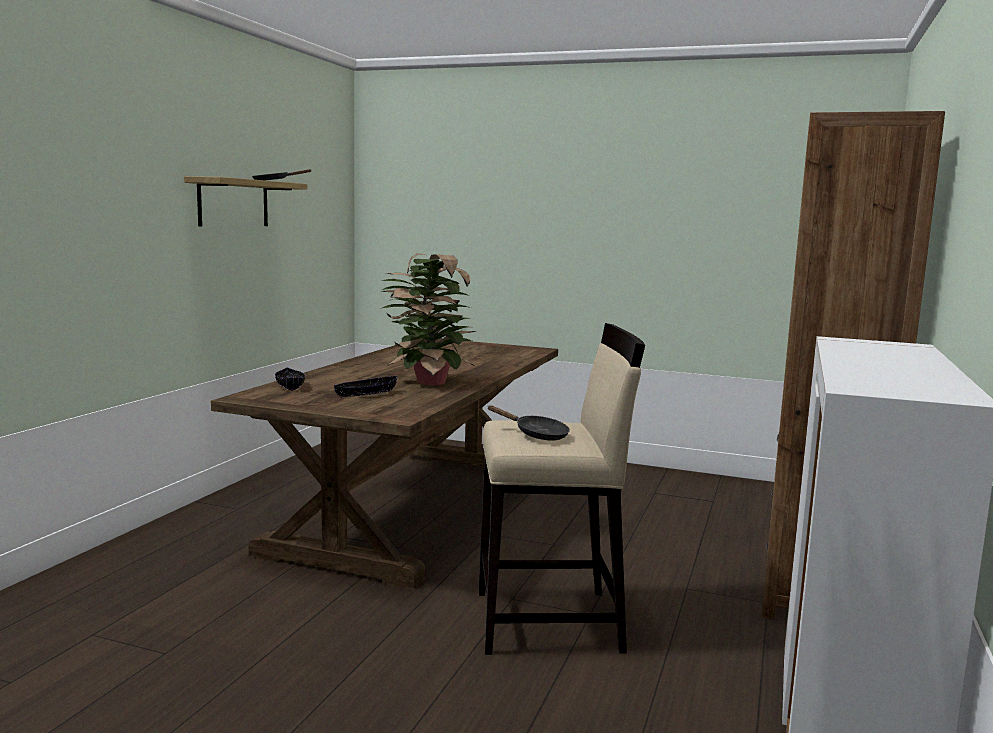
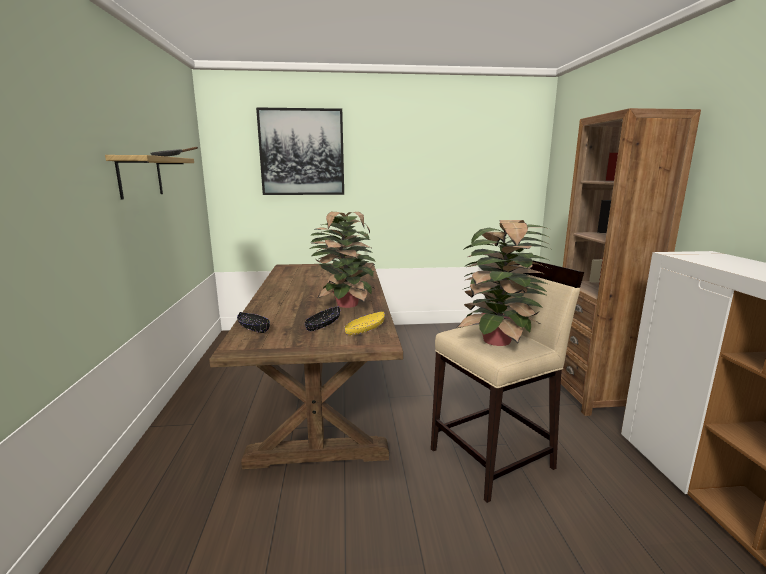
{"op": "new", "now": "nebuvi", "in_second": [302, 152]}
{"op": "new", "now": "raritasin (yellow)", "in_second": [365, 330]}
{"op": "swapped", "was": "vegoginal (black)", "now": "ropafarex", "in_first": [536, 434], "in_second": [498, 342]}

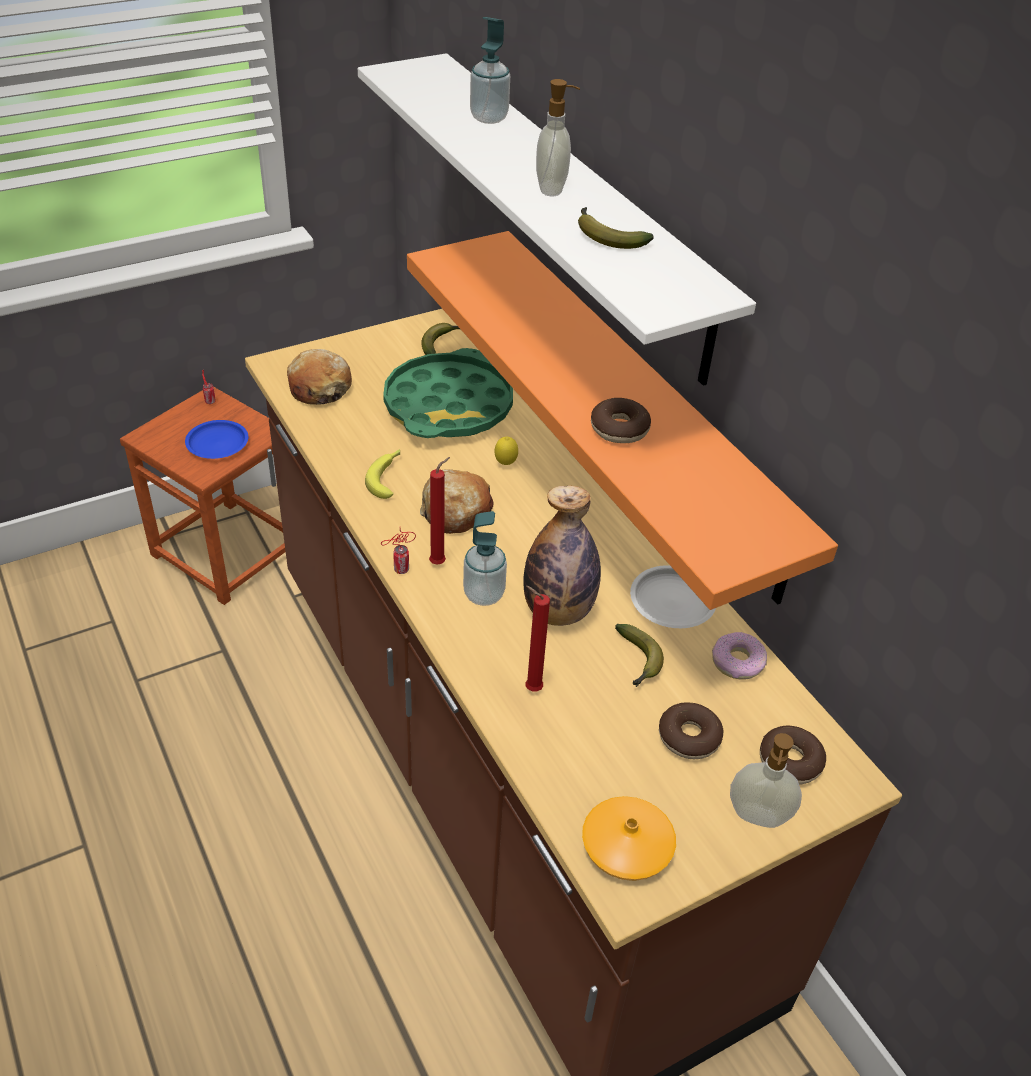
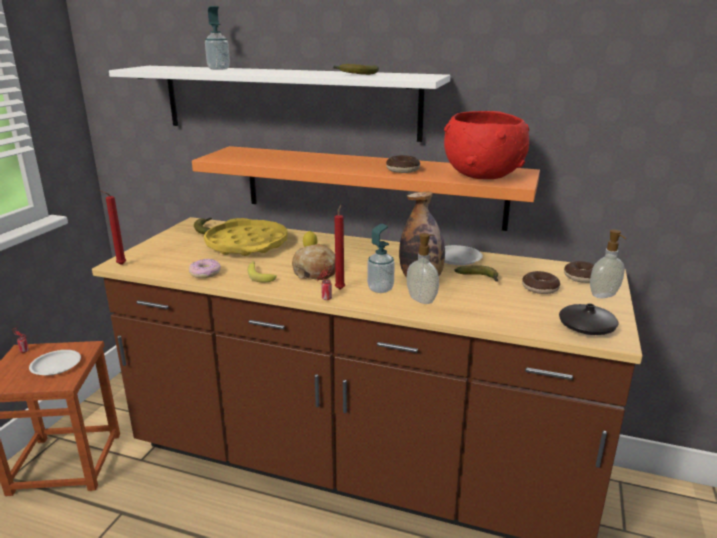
{"op": "gone", "was": "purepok", "in_first": [319, 388]}
{"op": "new", "now": "raritasin (red)", "in_second": [483, 175]}
{"op": "shifted", "was": "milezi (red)", "in_first": [530, 688], "in_second": [120, 265]}
{"op": "shifted", "was": "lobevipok", "in_first": [552, 189], "in_second": [422, 299]}
{"op": "shifted", "was": "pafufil", "in_first": [738, 662], "in_second": [205, 273]}
{"op": "repainted", "was": "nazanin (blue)", "now": "nazanin (white)", "in_first": [218, 443], "in_second": [56, 365]}
{"op": "repainted", "was": "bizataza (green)", "now": "bizataza (yellow)", "in_first": [448, 406], "in_second": [247, 244]}
{"op": "repainted", "was": "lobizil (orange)", "now": "lobizil (black)", "in_first": [627, 846], "in_second": [586, 327]}

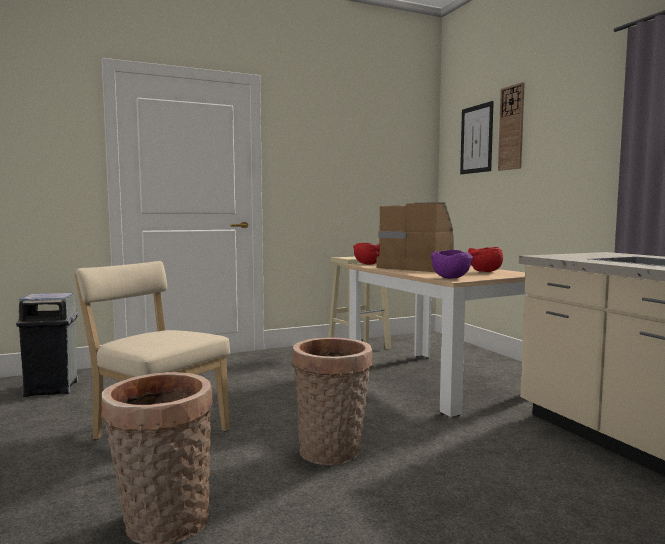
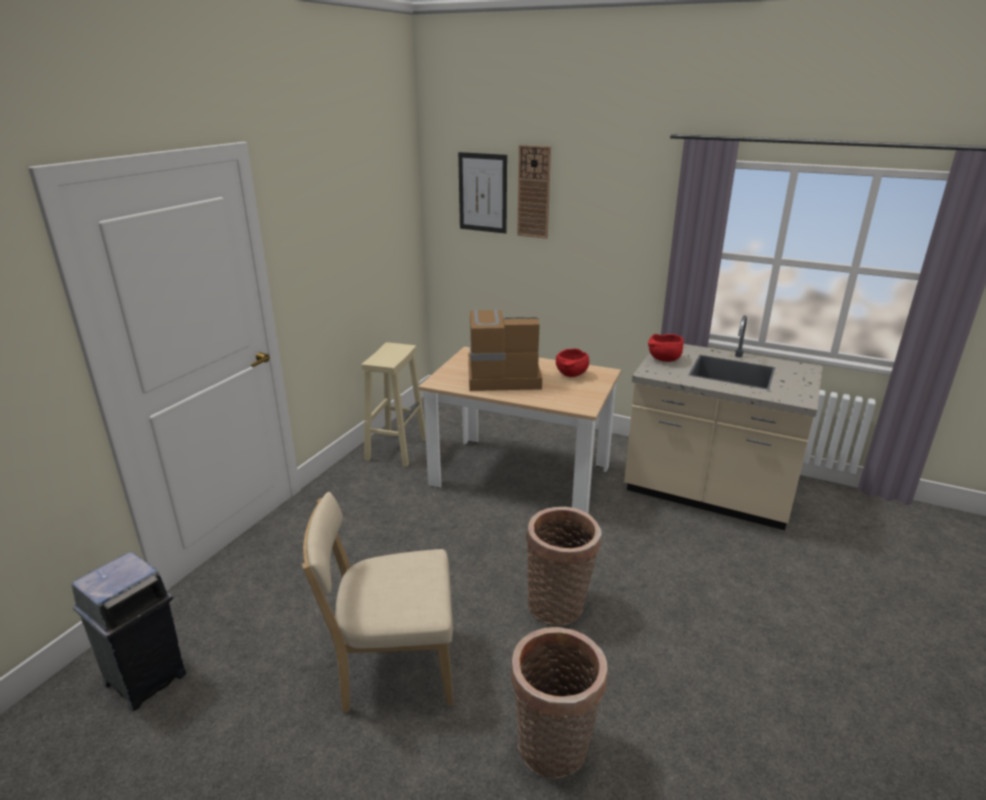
{"op": "gone", "was": "raritasin (purple)", "in_first": [451, 278]}
{"op": "shifted", "was": "raritasin (red)", "in_first": [367, 264], "in_second": [664, 360]}

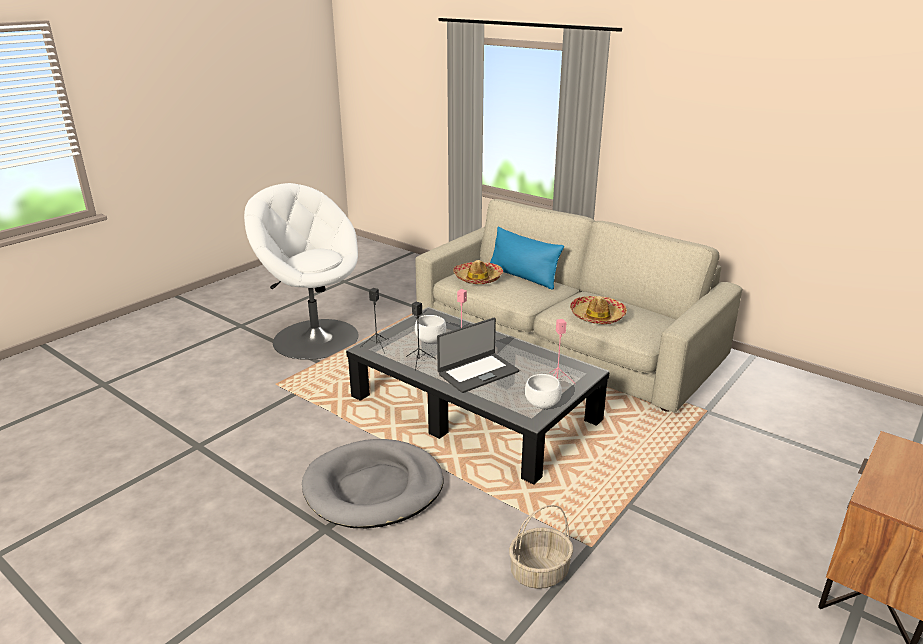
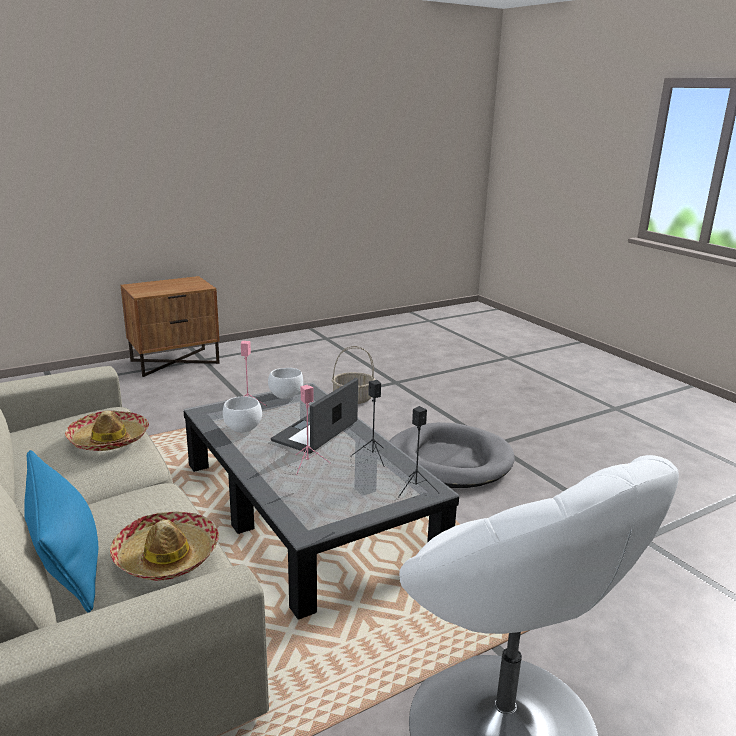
{"op": "shifted", "was": "raritasin (white)", "in_first": [431, 340], "in_second": [242, 429]}
{"op": "rotated", "was": "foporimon", "in_first": [477, 372], "in_second": [316, 432], "clockwise": -45}

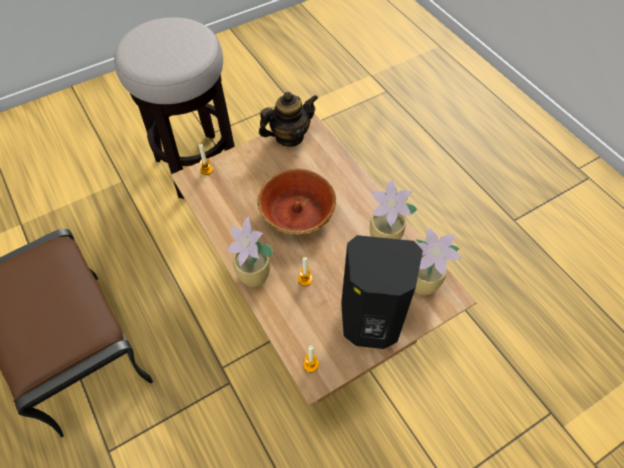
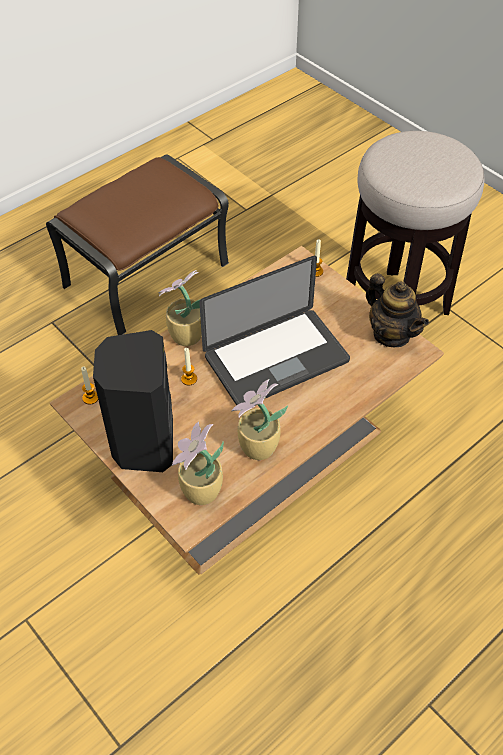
{"op": "swapped", "was": "raritasin", "now": "foporimon", "in_first": [297, 213], "in_second": [276, 359]}

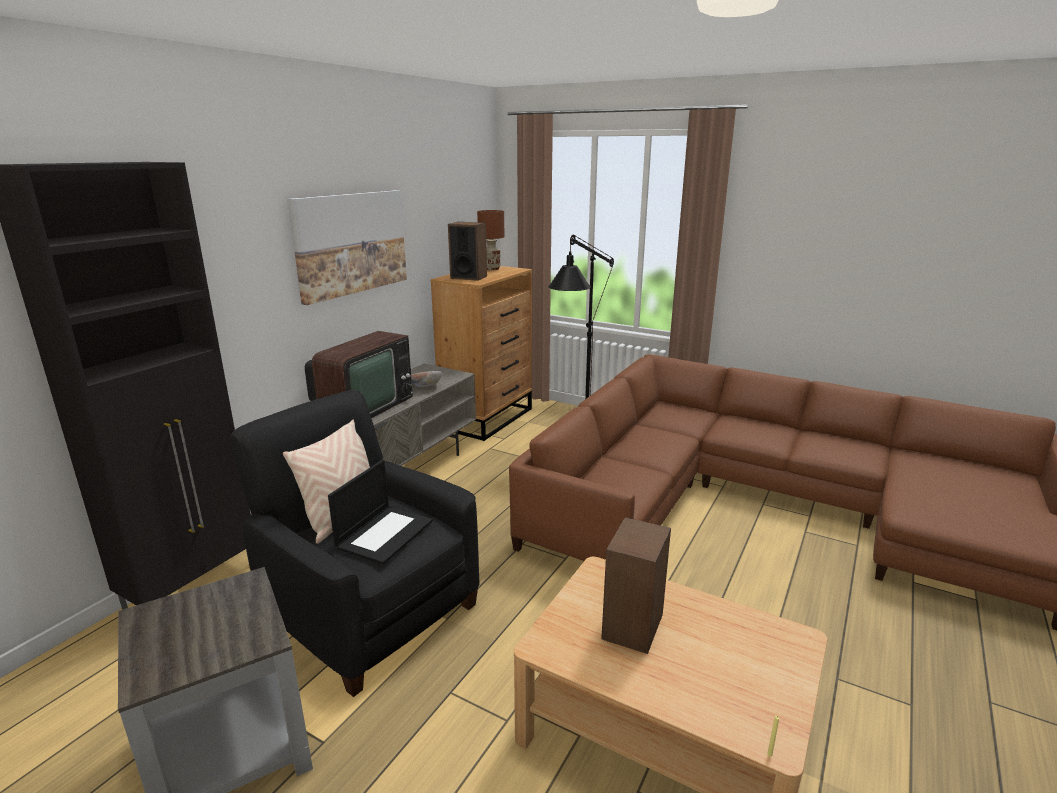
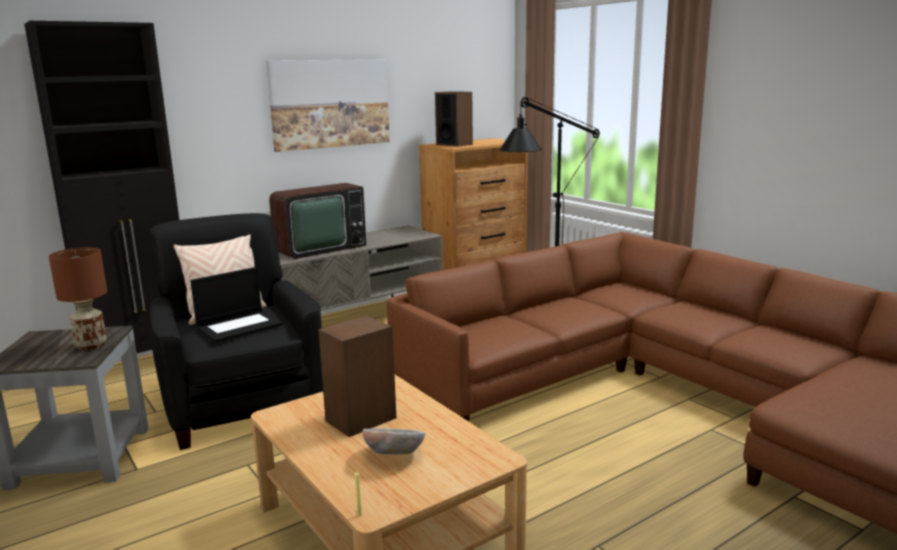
{"op": "shifted", "was": "raritasin", "in_first": [425, 387], "in_second": [393, 455]}
{"op": "shifted", "was": "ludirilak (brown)", "in_first": [492, 269], "in_second": [92, 345]}

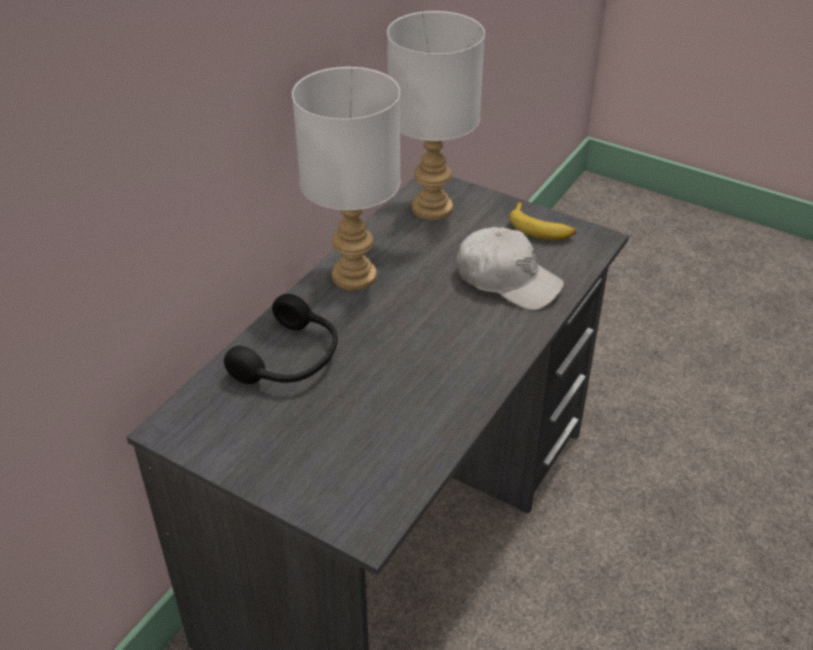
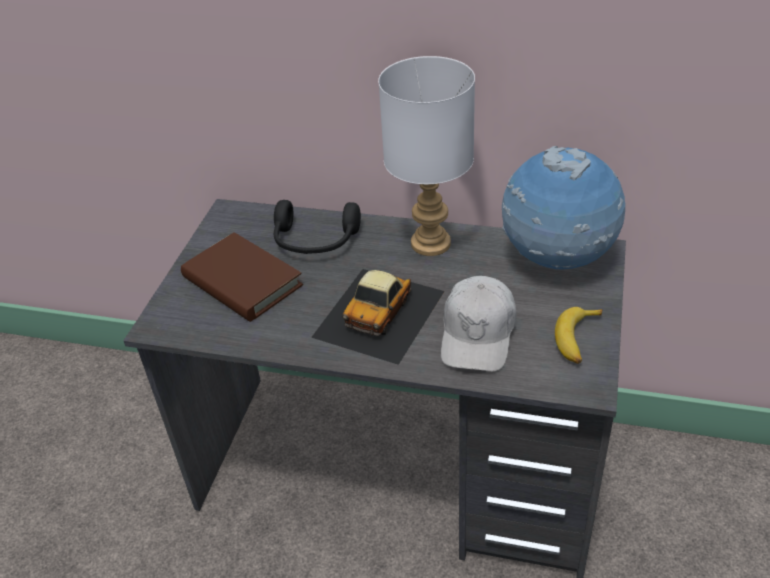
{"op": "new", "now": "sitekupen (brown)", "in_second": [242, 282]}
{"op": "new", "now": "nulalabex", "in_second": [380, 313]}
{"op": "swapped", "was": "ludirilak (white)", "now": "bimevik", "in_first": [431, 209], "in_second": [557, 261]}

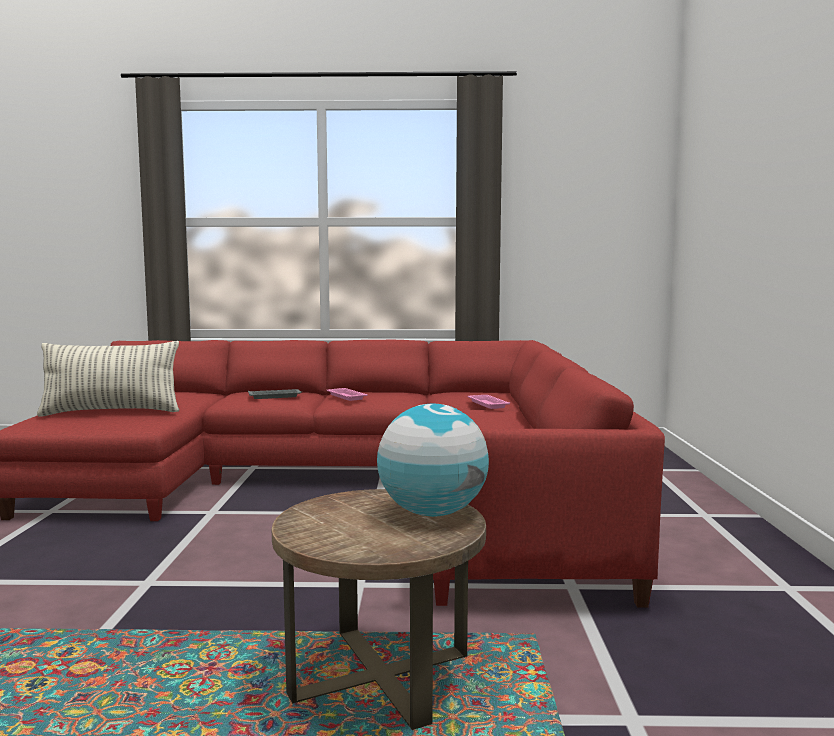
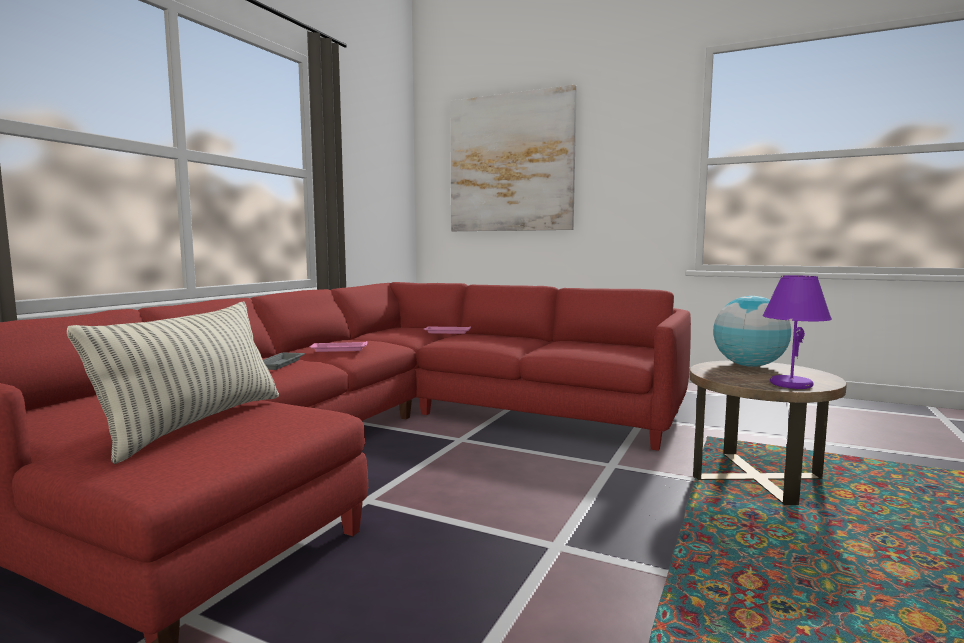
{"op": "new", "now": "nebuvi", "in_second": [510, 163]}
{"op": "new", "now": "ludirilak (purple)", "in_second": [790, 384]}

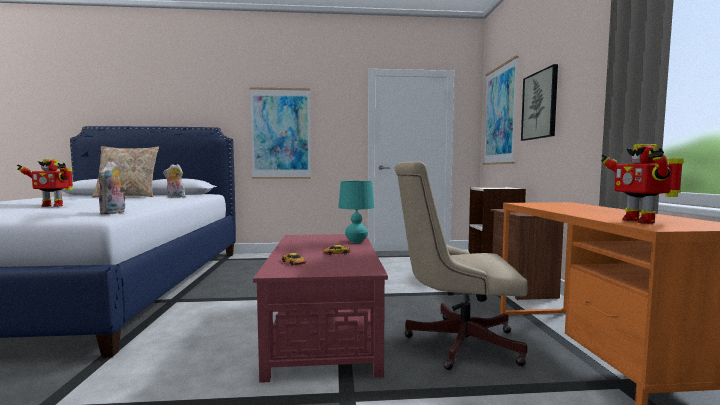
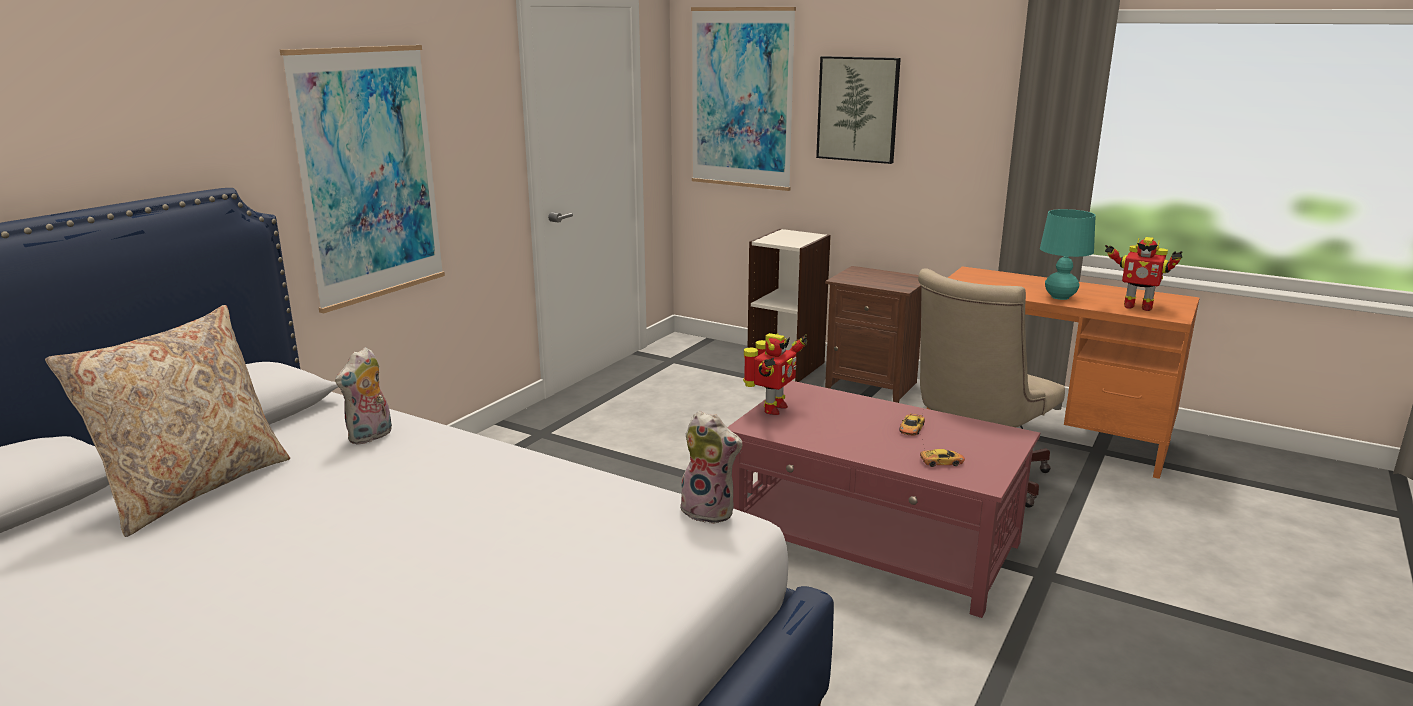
{"op": "shifted", "was": "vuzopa", "in_first": [52, 206], "in_second": [772, 409]}
{"op": "shifted", "was": "ludirilak (turquoise)", "in_first": [356, 241], "in_second": [1060, 297]}

